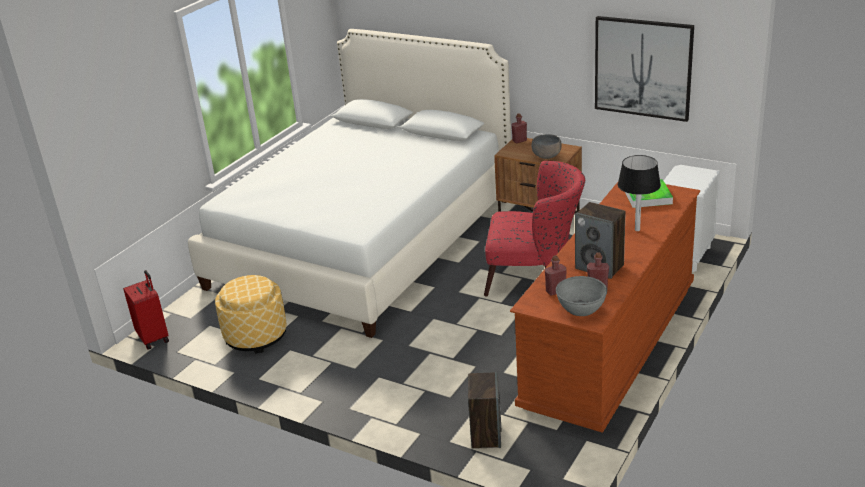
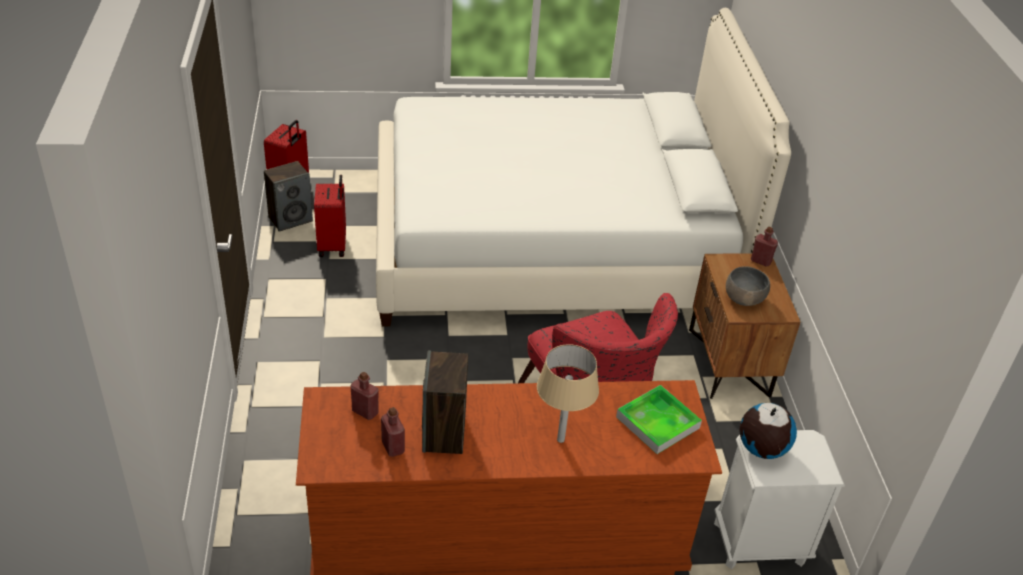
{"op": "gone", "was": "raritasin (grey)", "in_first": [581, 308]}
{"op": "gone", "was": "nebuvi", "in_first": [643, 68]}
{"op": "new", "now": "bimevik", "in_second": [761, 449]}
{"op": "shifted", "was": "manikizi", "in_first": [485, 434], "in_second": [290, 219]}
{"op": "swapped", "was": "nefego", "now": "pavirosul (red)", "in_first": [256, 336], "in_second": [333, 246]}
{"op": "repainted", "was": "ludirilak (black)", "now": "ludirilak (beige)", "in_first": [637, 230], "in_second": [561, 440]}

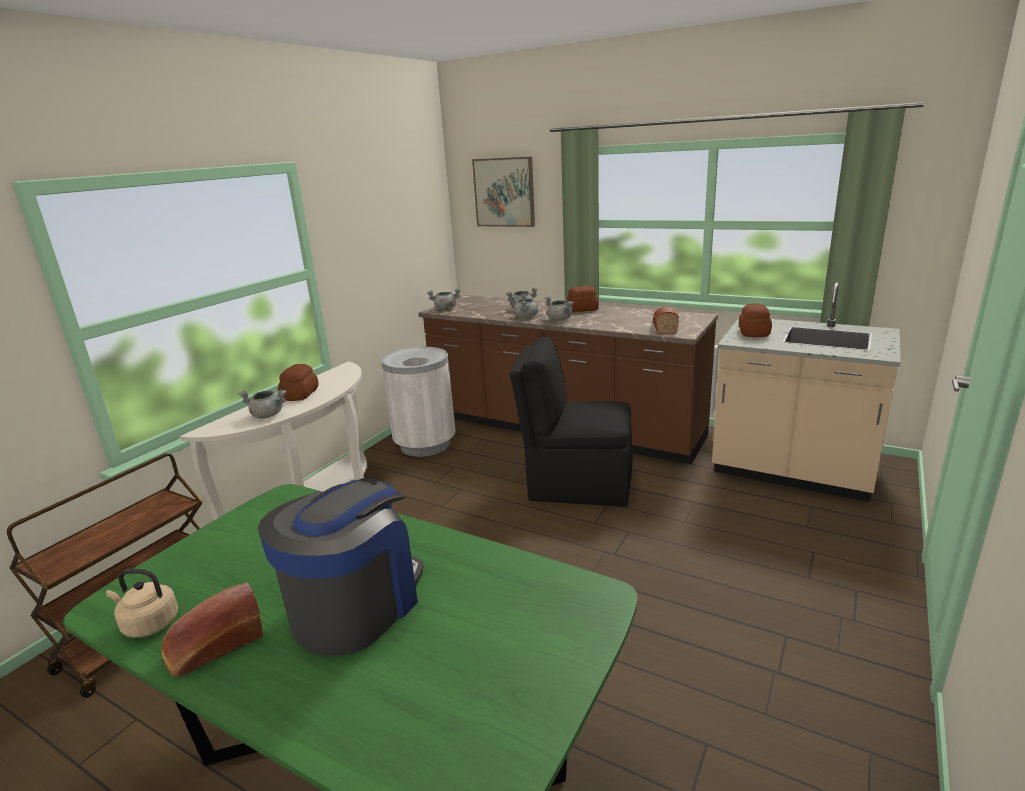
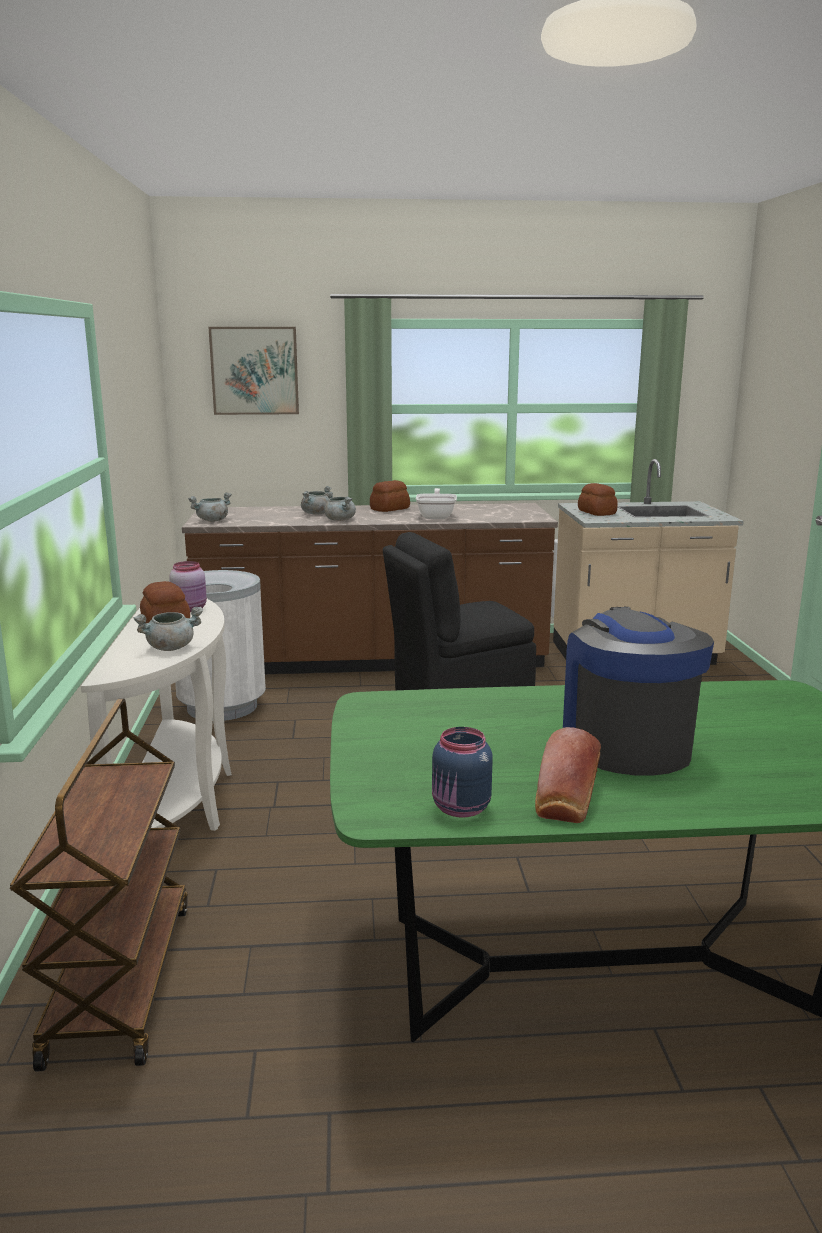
{"op": "gone", "was": "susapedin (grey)", "in_first": [560, 319]}
{"op": "gone", "was": "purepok", "in_first": [664, 328]}
{"op": "new", "now": "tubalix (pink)", "in_second": [190, 609]}
{"op": "new", "now": "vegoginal", "in_second": [436, 516]}
{"op": "swapped", "was": "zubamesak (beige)", "now": "tubalix (blue)", "in_first": [148, 624], "in_second": [460, 809]}

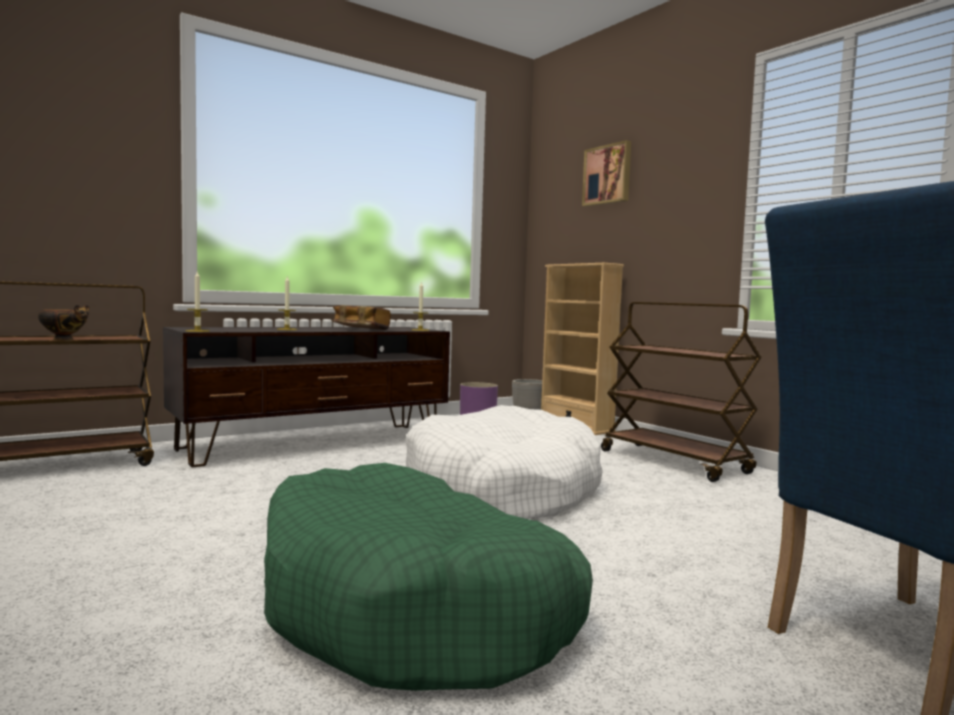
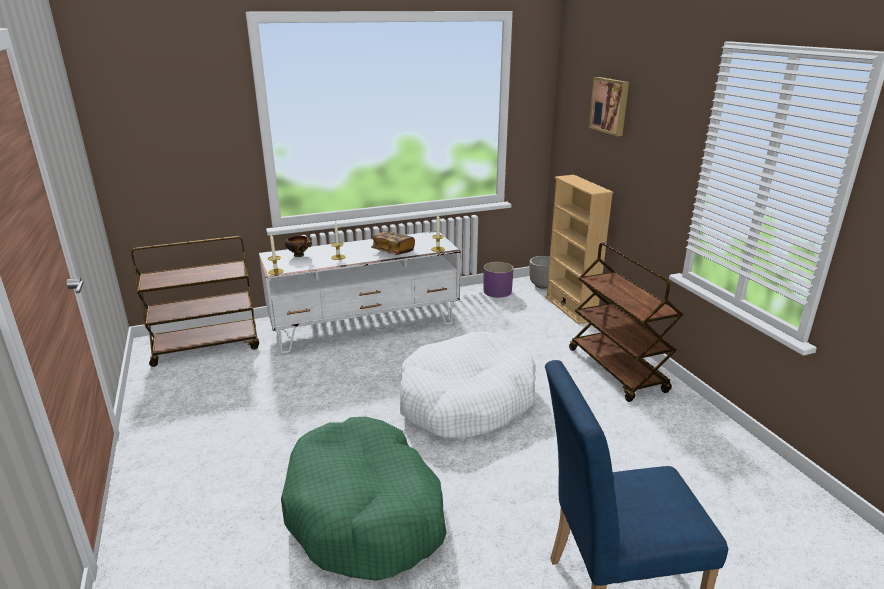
{"op": "shifted", "was": "raritasin", "in_first": [65, 339], "in_second": [299, 255]}
{"op": "repainted", "was": "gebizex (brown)", "now": "gebizex (white)", "in_first": [315, 444], "in_second": [365, 326]}

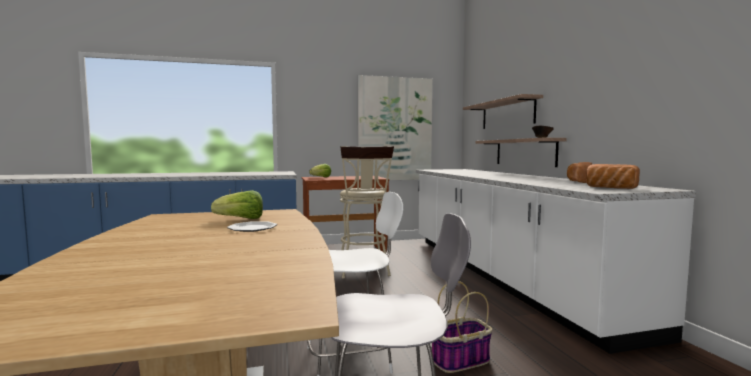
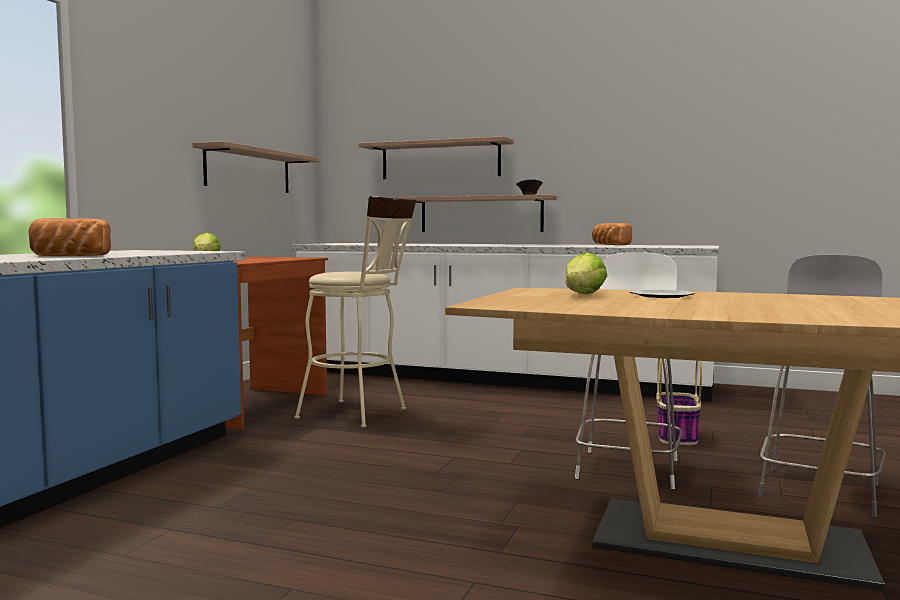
{"op": "shifted", "was": "purepok", "in_first": [609, 188], "in_second": [68, 256]}
{"op": "swapped", "was": "nebuvi", "now": "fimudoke", "in_first": [395, 129], "in_second": [248, 170]}

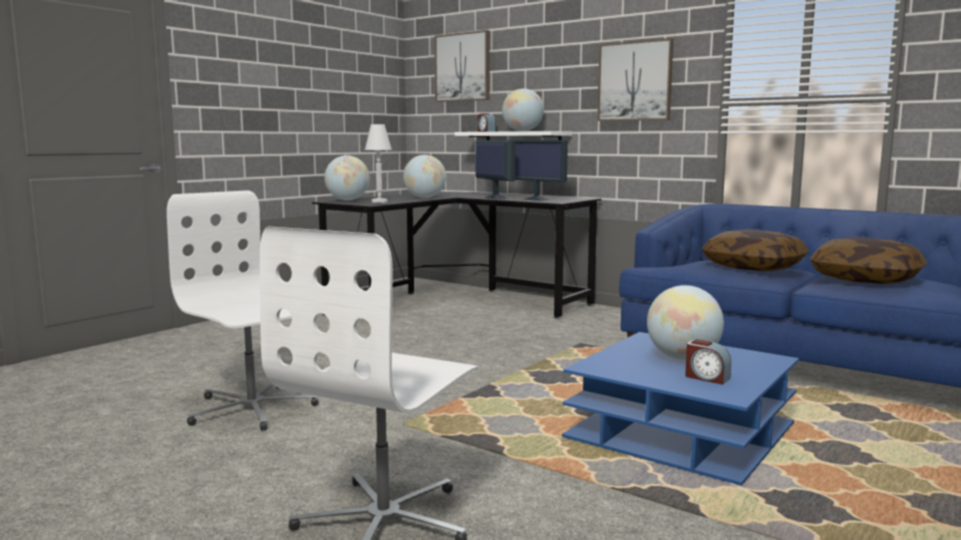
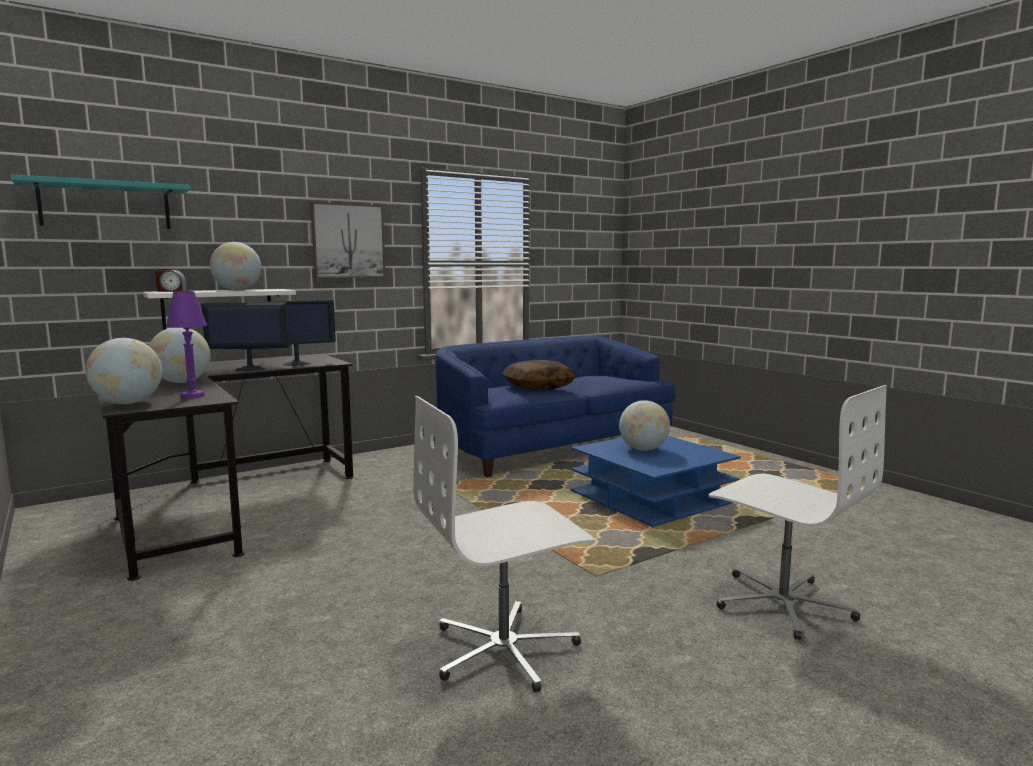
{"op": "gone", "was": "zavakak", "in_first": [706, 378]}
{"op": "gone", "was": "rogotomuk", "in_first": [865, 279]}
{"op": "swapped", "was": "nebuvi", "now": "fimudoke (turquoise)", "in_first": [462, 67], "in_second": [105, 206]}
{"op": "repainted", "was": "ludirilak (white)", "now": "ludirilak (purple)", "in_first": [379, 202], "in_second": [192, 396]}

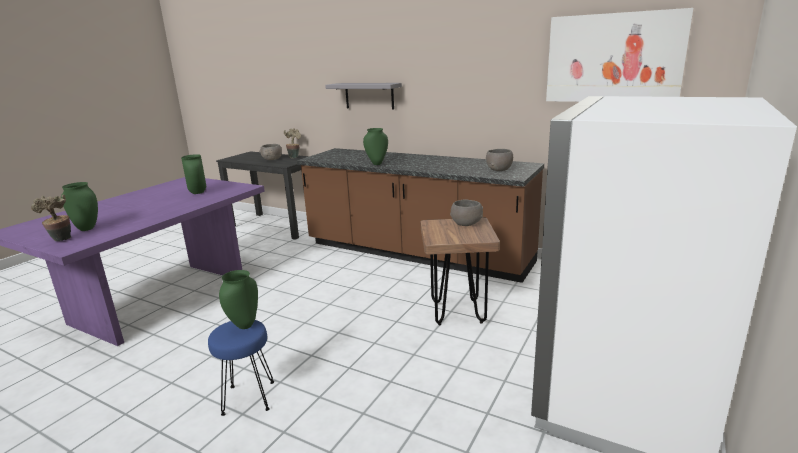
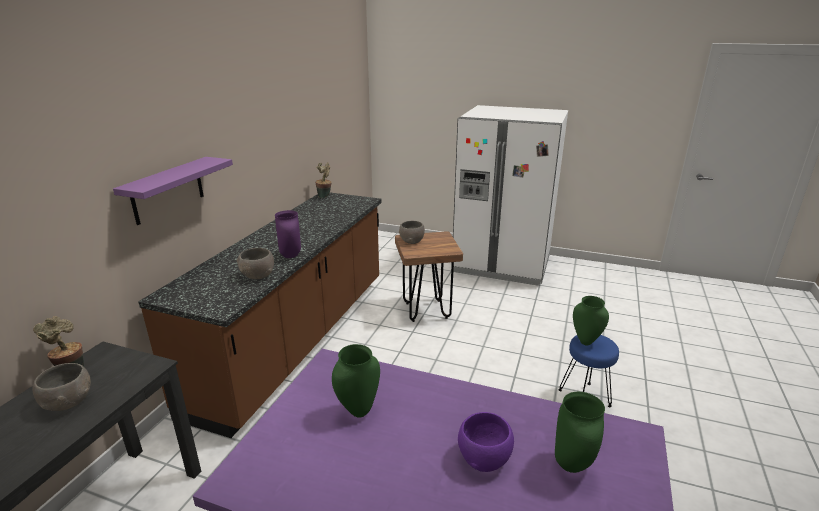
{"op": "gone", "was": "nebuvi", "in_first": [613, 58]}
{"op": "new", "now": "raritasin (purple)", "in_second": [483, 457]}
{"op": "shifted", "was": "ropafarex", "in_first": [61, 240], "in_second": [325, 196]}
{"op": "shifted", "was": "raritasin (grey)", "in_first": [498, 169], "in_second": [257, 275]}
{"op": "repainted", "was": "fimudoke (grey)", "now": "fimudoke (purple)", "in_first": [369, 96], "in_second": [168, 190]}
{"op": "repainted", "was": "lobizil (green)", "now": "lobizil (purple)", "in_first": [377, 164], "in_second": [291, 256]}

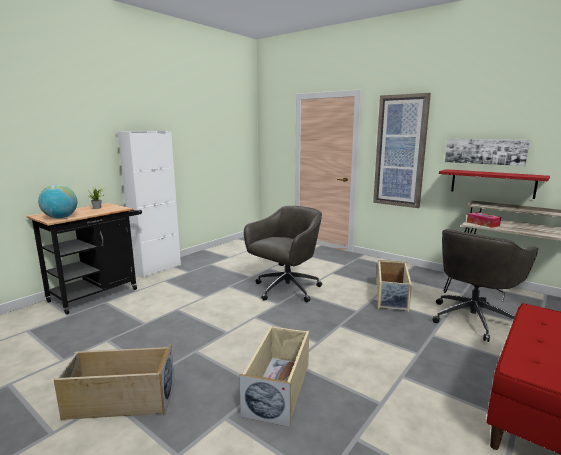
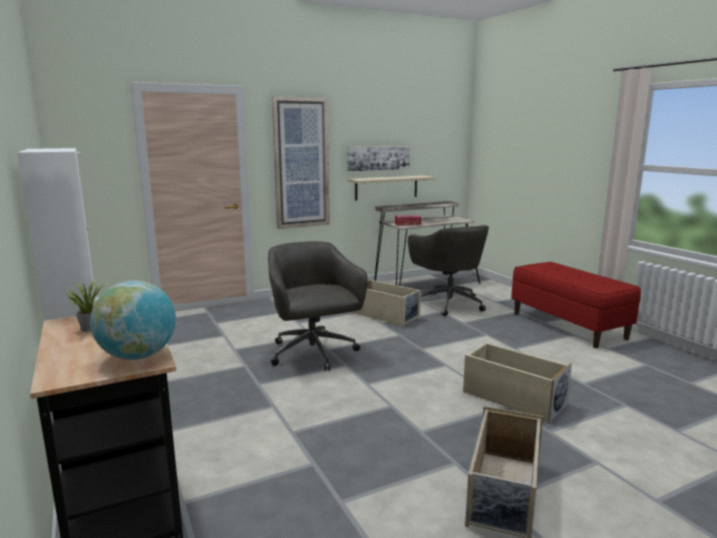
{"op": "repainted", "was": "fimudoke (red)", "now": "fimudoke (beige)", "in_first": [492, 183], "in_second": [386, 187]}

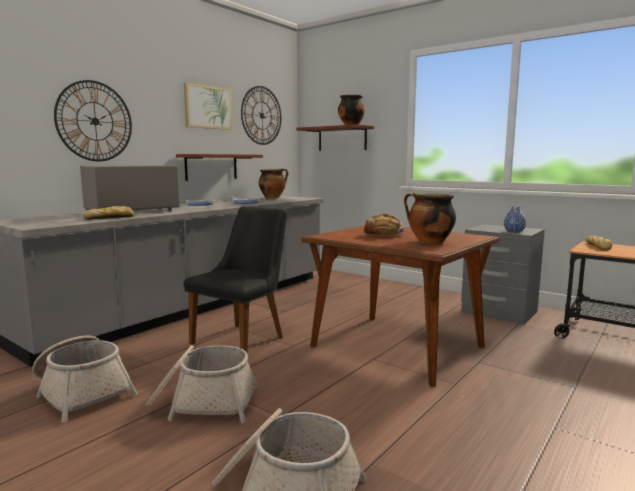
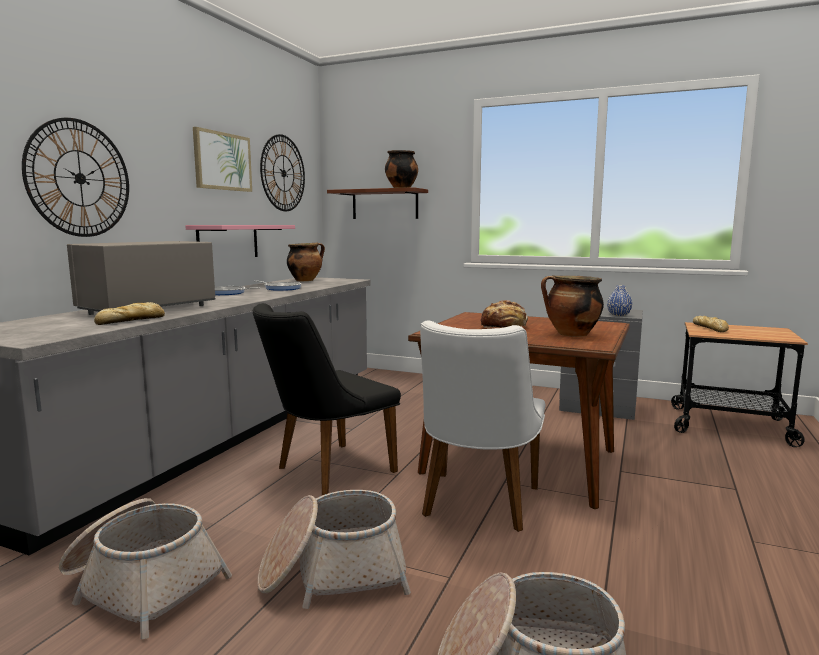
{"op": "new", "now": "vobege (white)", "in_second": [477, 506]}
{"op": "repainted", "was": "fimudoke (brown)", "now": "fimudoke (pink)", "in_first": [211, 167], "in_second": [228, 242]}
{"op": "rotated", "was": "vobege (black)", "in_first": [244, 338], "in_second": [326, 471], "clockwise": -150}

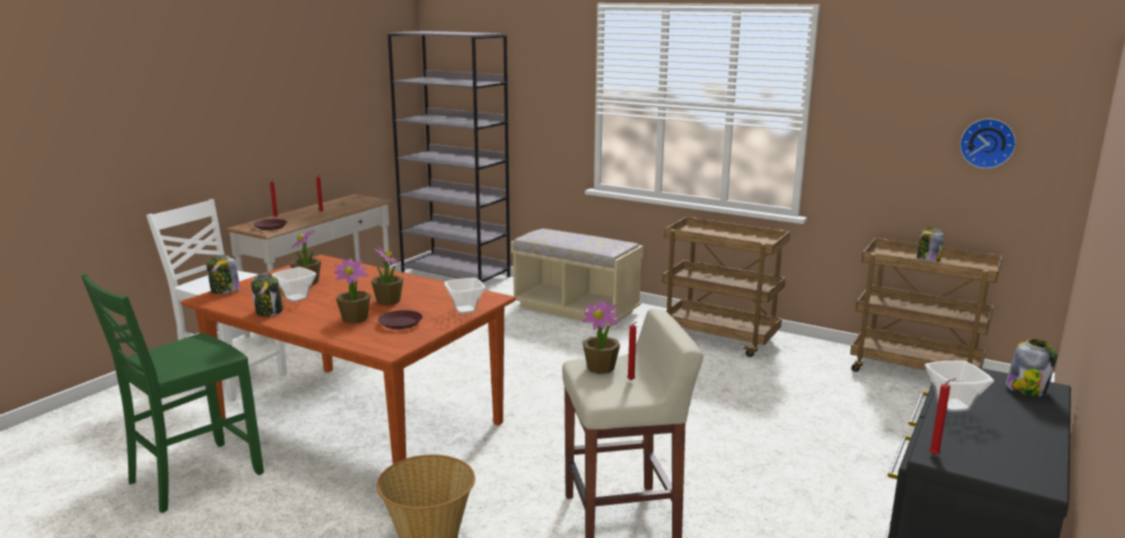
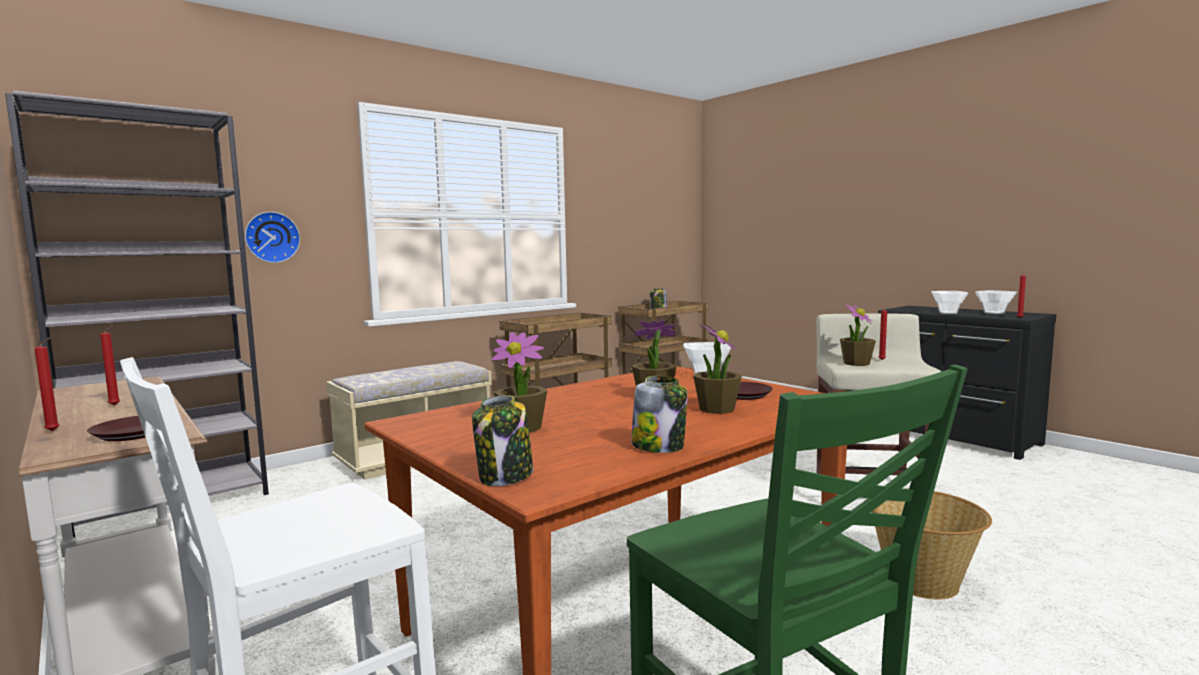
{"op": "gone", "was": "tubalix", "in_first": [1026, 389]}
{"op": "shifted", "was": "raritasin", "in_first": [296, 298], "in_second": [993, 313]}
{"op": "shifted", "was": "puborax", "in_first": [987, 143], "in_second": [272, 237]}

